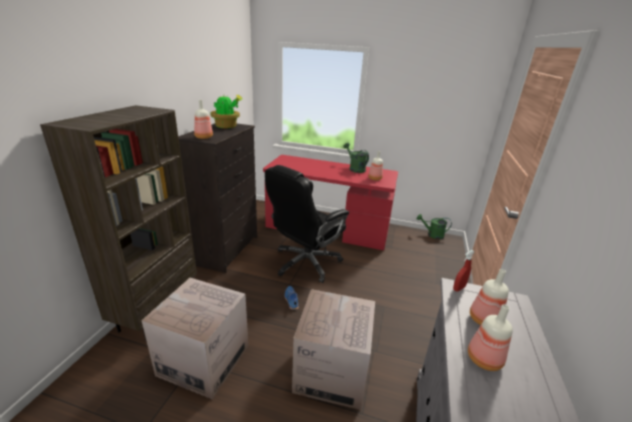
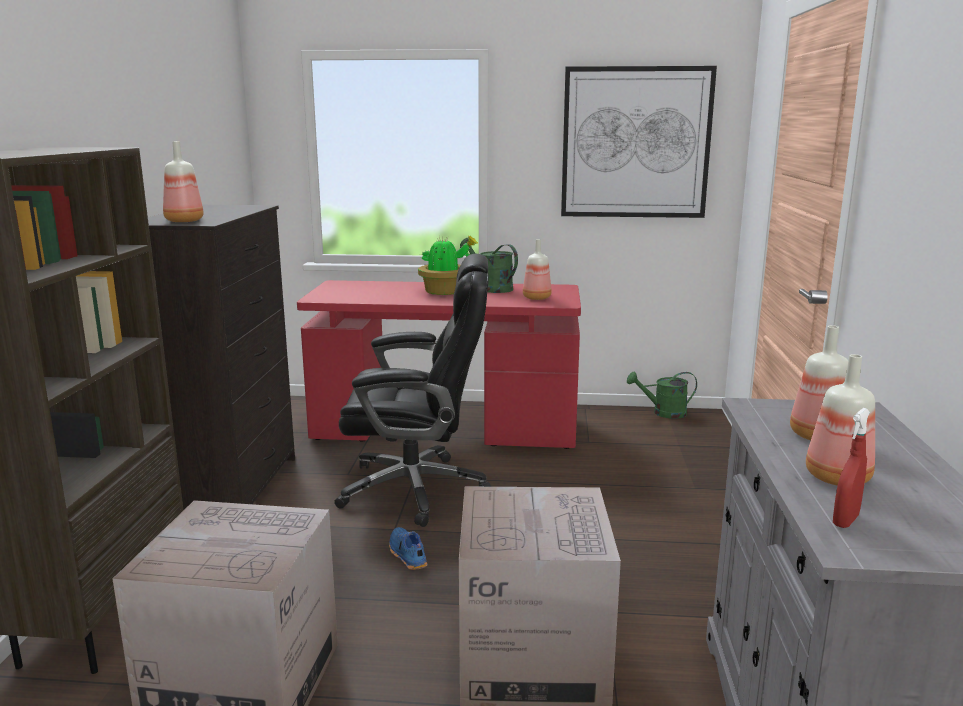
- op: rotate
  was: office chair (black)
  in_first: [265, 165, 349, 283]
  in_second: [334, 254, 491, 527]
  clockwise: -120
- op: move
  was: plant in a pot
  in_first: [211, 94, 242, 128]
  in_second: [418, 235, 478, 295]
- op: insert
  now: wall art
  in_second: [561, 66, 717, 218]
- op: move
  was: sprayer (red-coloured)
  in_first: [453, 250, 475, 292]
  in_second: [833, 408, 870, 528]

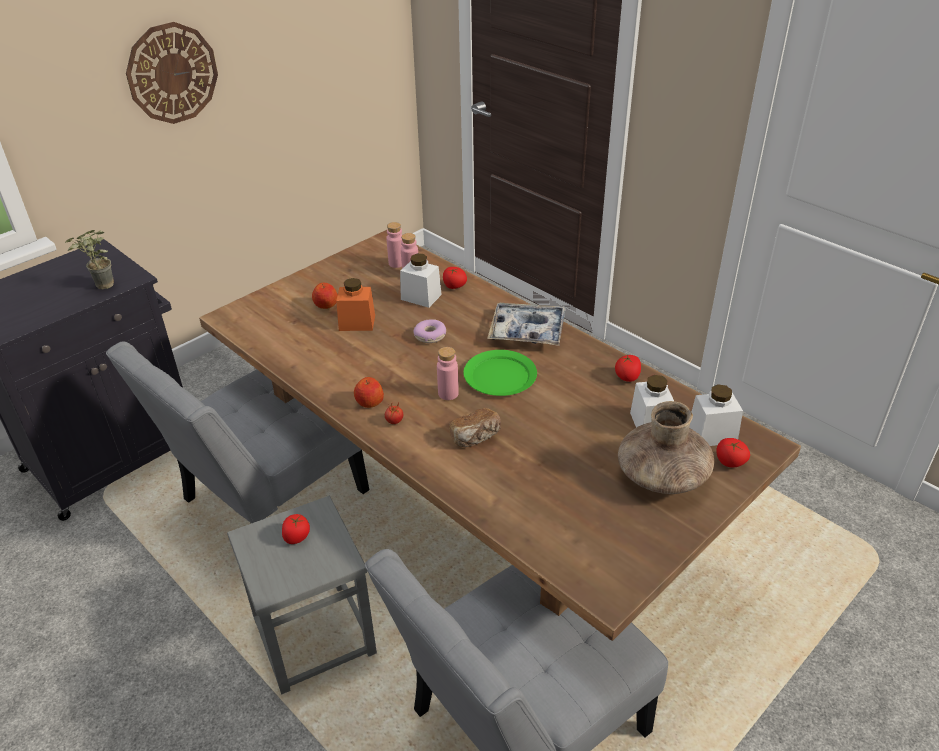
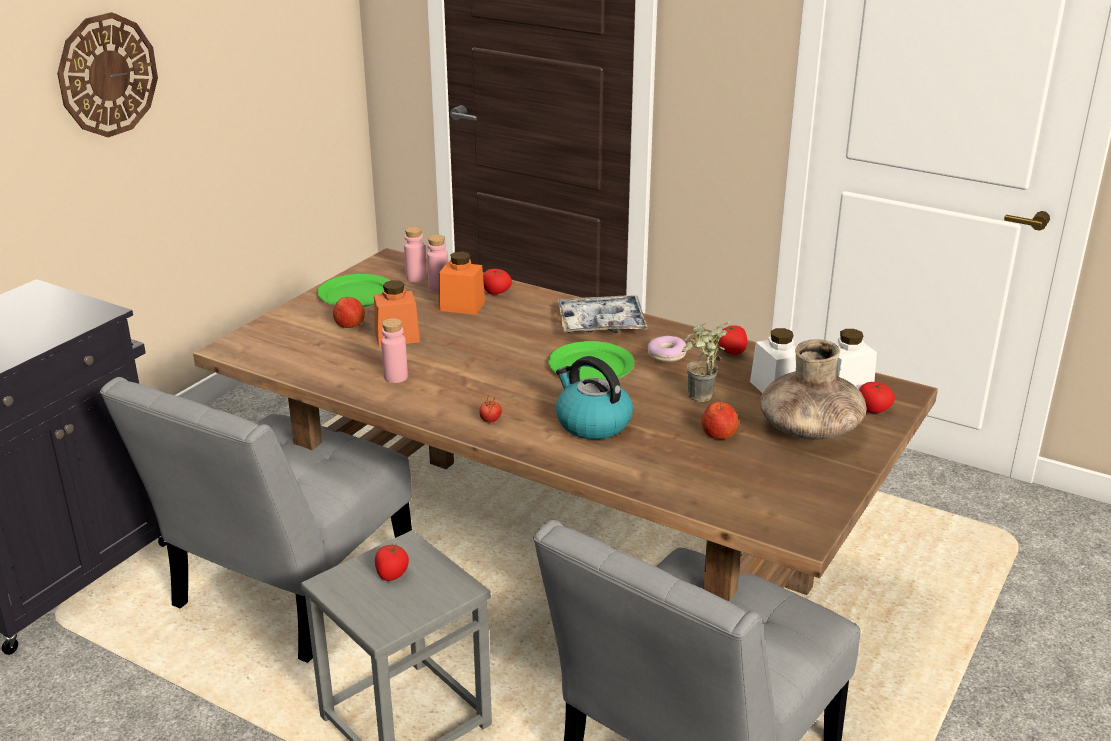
- op: insert
  now: flat dish (green)
  in_second: [317, 274, 390, 307]
- op: move
  was: drink bottle (pink-coloured)
  in_first: [437, 347, 459, 400]
  in_second: [381, 318, 408, 383]
- op: recolor
  was: jar (white-coloured)
  now: jar (orangey)
  in_first: [400, 254, 442, 308]
  in_second: [439, 252, 485, 315]
- op: replace
  was: bread
  now: tea kettle
  in_first: [449, 408, 501, 447]
  in_second: [556, 356, 633, 439]
- op: move
  was: donut
  in_first: [413, 319, 446, 343]
  in_second: [648, 336, 686, 362]
- op: move
  was: plant in a pot
  in_first: [65, 230, 114, 289]
  in_second: [682, 320, 730, 402]
- op: move
  was: apple fruit
  in_first: [354, 377, 384, 408]
  in_second: [701, 402, 739, 439]

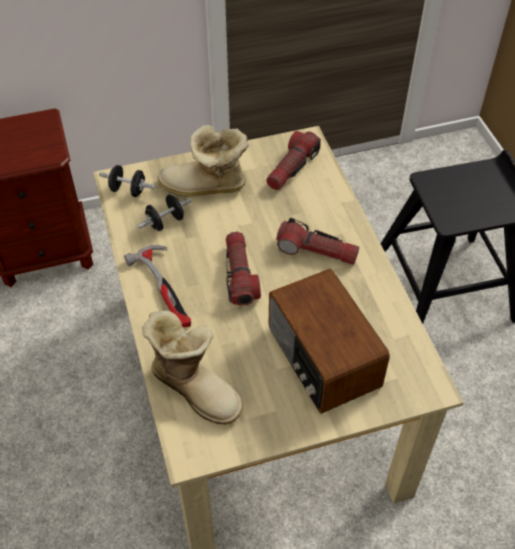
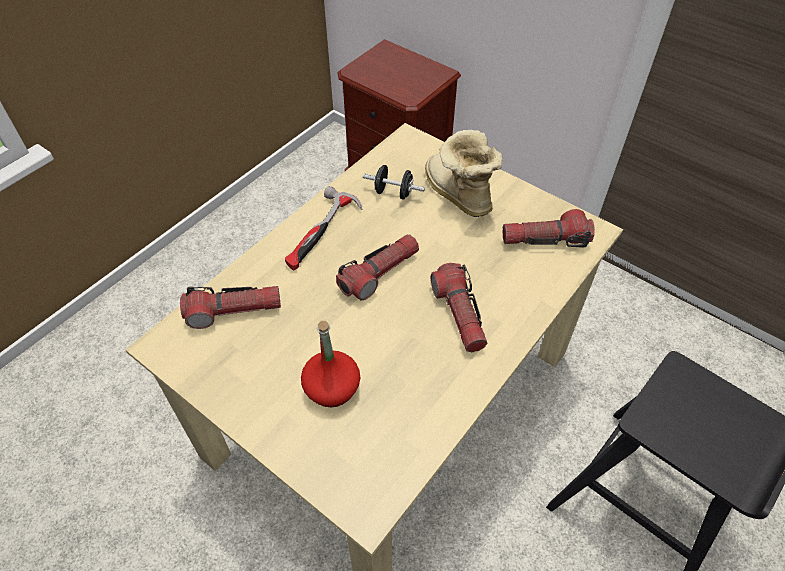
- op: replace
  was: boot
  now: hand torch
  in_first: [142, 311, 243, 424]
  in_second: [180, 286, 281, 329]
- op: replace
  was: radio set
  now: drink bottle (red-coloured)
  in_first: [269, 268, 390, 414]
  in_second: [301, 321, 360, 407]
- op: delete
  was: hand weight (black)
  in_first: [99, 165, 155, 197]

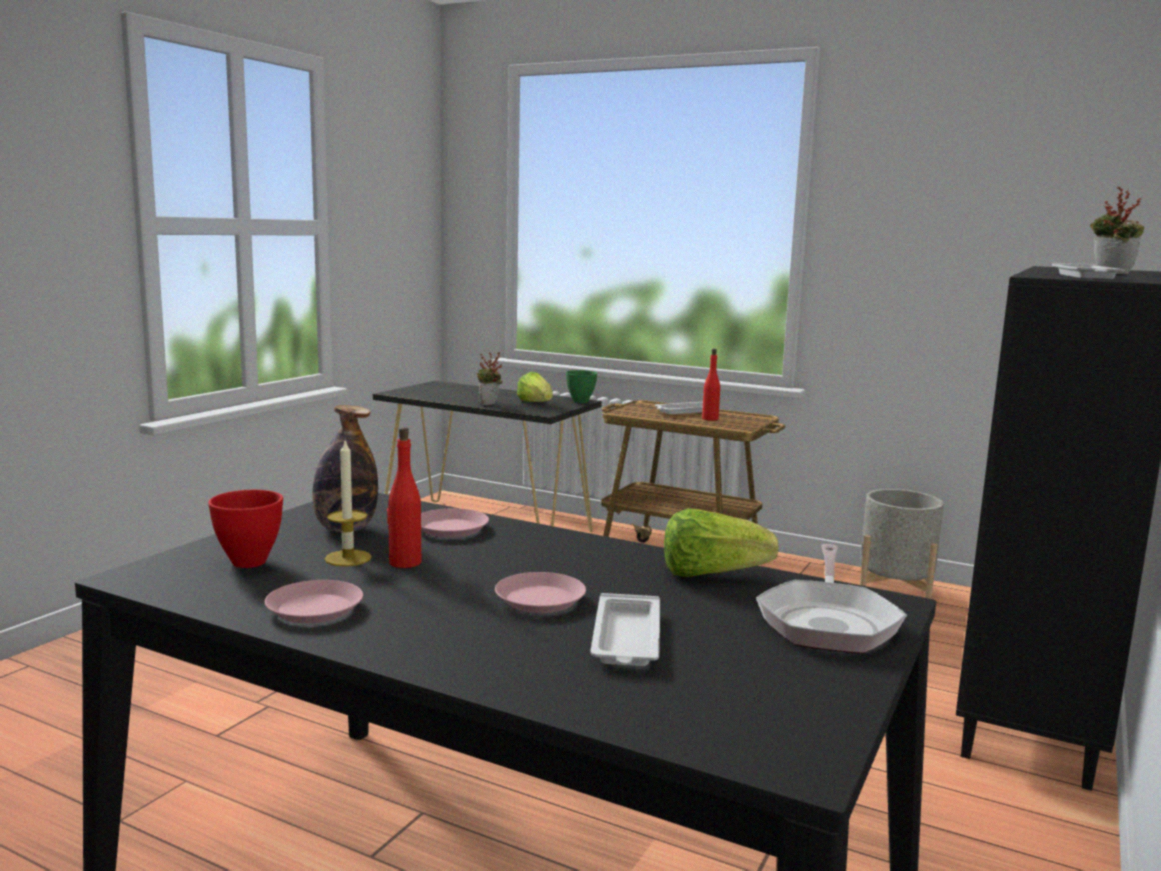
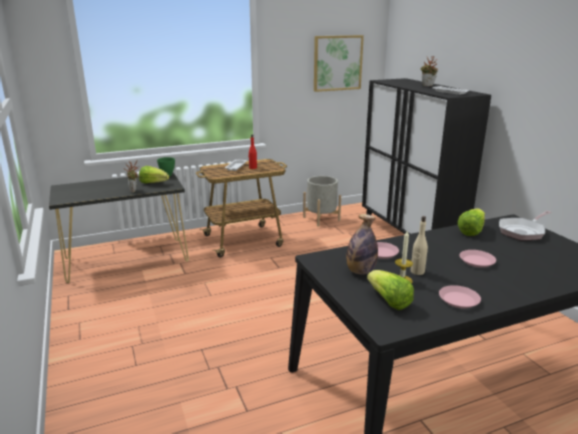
- op: insert
  now: wall art
  in_second: [314, 35, 364, 92]
- op: replace
  was: bowl (red-coloured)
  now: lettuce head
  in_first: [208, 490, 283, 568]
  in_second: [367, 270, 414, 310]
- op: recolor
  was: drink bottle (red-coloured)
  now: drink bottle (beige-coloured)
  in_first: [387, 427, 421, 568]
  in_second: [411, 216, 428, 275]
- op: rotate
  was: pan
  in_first: [756, 544, 907, 653]
  in_second: [499, 211, 552, 240]
  clockwise: 90
- op: delete
  was: tray (white-coloured)
  in_first: [590, 593, 660, 666]

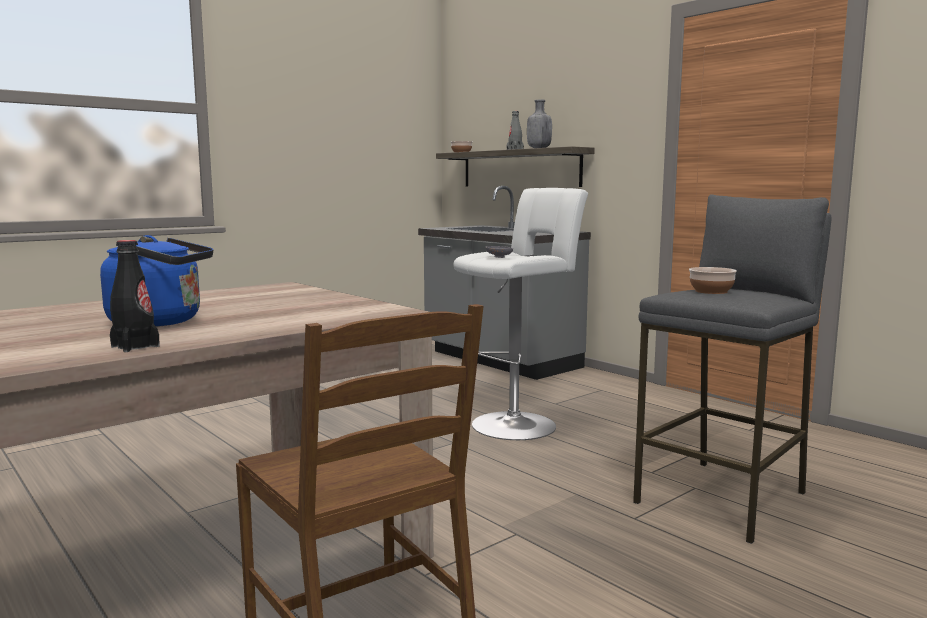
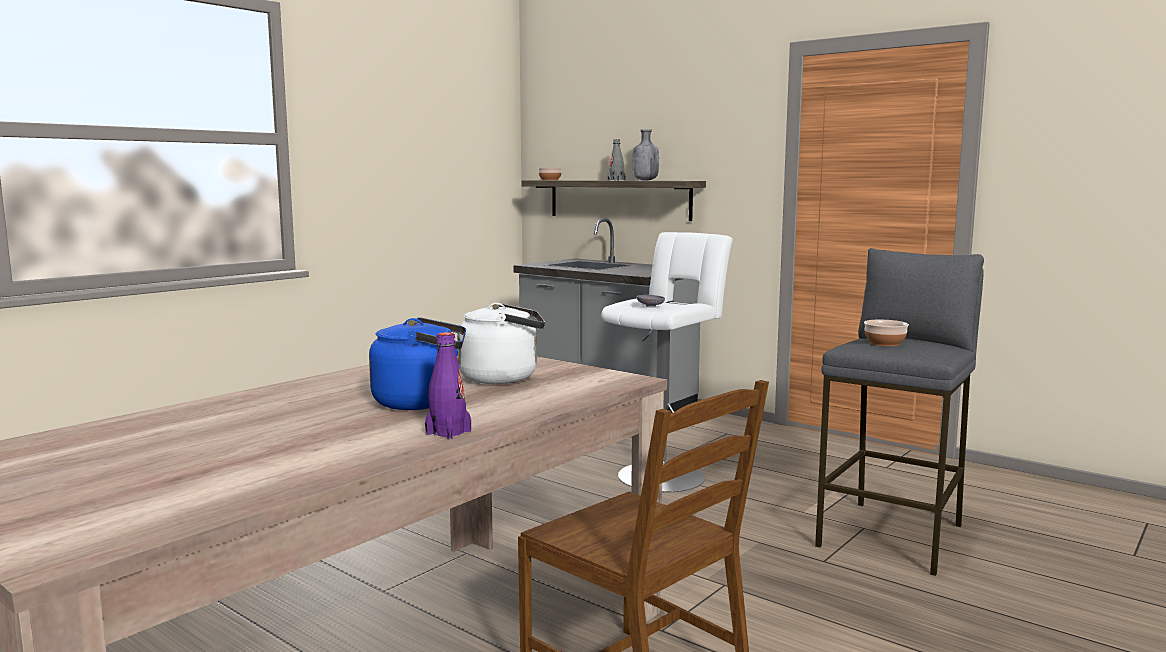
- op: recolor
  was: drink bottle (black)
  now: drink bottle (purple-coloured)
  in_first: [110, 240, 160, 352]
  in_second: [425, 332, 471, 440]
- op: insert
  now: tea kettle (white-coloured)
  in_second: [457, 303, 545, 384]

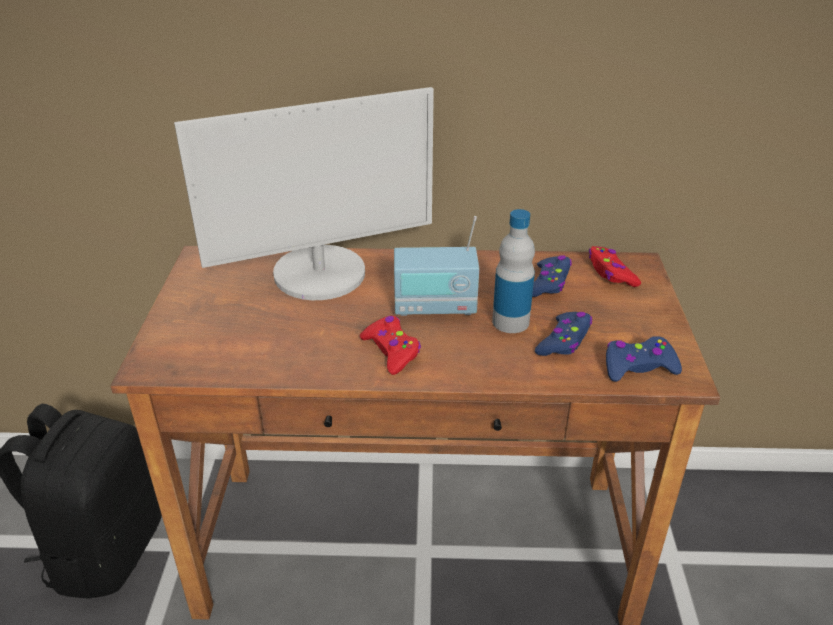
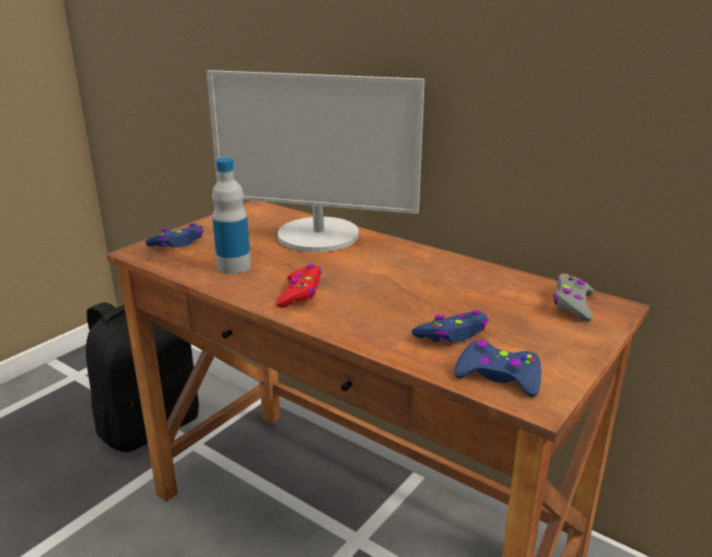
- op: move
  was: game controller (bluish)
  in_first: [532, 255, 572, 297]
  in_second: [145, 223, 203, 247]
- op: move
  was: drink bottle
  in_first: [492, 209, 535, 333]
  in_second: [212, 157, 251, 274]
- op: recolor
  was: game controller (red-coloured)
  now: game controller (gray)
  in_first: [589, 246, 641, 287]
  in_second: [553, 273, 594, 322]
- op: delete
  was: radio set
  in_first: [394, 216, 479, 316]

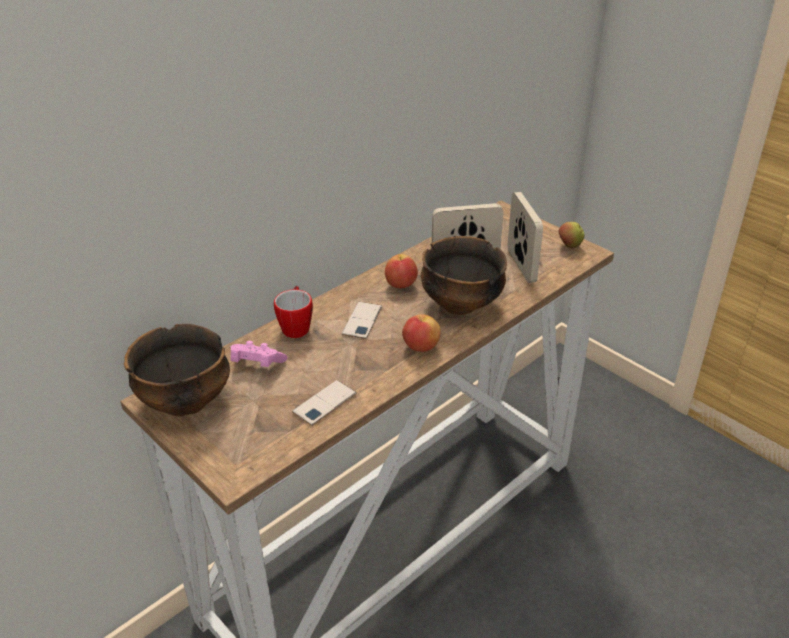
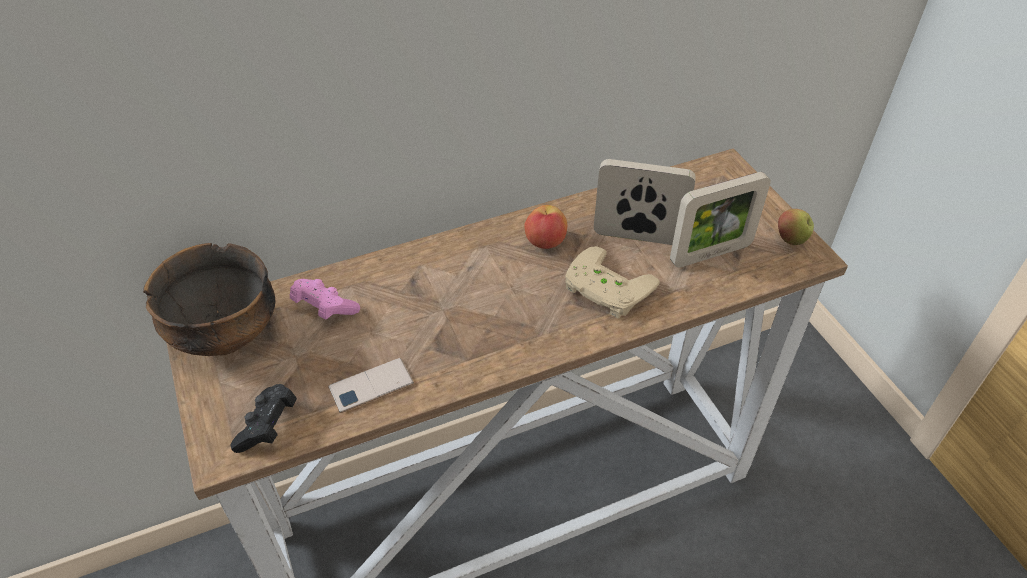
- op: insert
  now: game controller (black)
  in_second: [231, 384, 297, 453]
- op: replace
  was: bowl
  now: game controller (beige-coloured)
  in_first: [421, 236, 507, 315]
  in_second: [565, 246, 660, 319]
- op: rotate
  was: standing frame
  in_first: [508, 192, 543, 283]
  in_second: [670, 172, 771, 268]
  clockwise: 60
- op: delete
  was: mug
  in_first: [274, 286, 313, 338]
- op: delete
  was: handset
  in_first: [342, 302, 382, 339]
- op: delete
  was: apple fruit
  in_first: [402, 314, 441, 352]

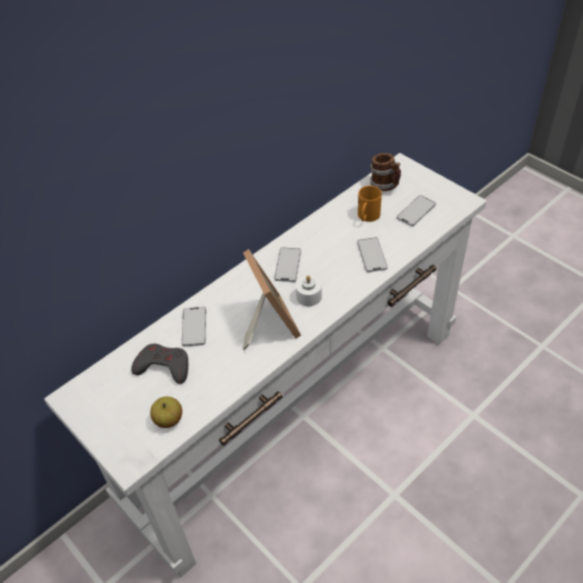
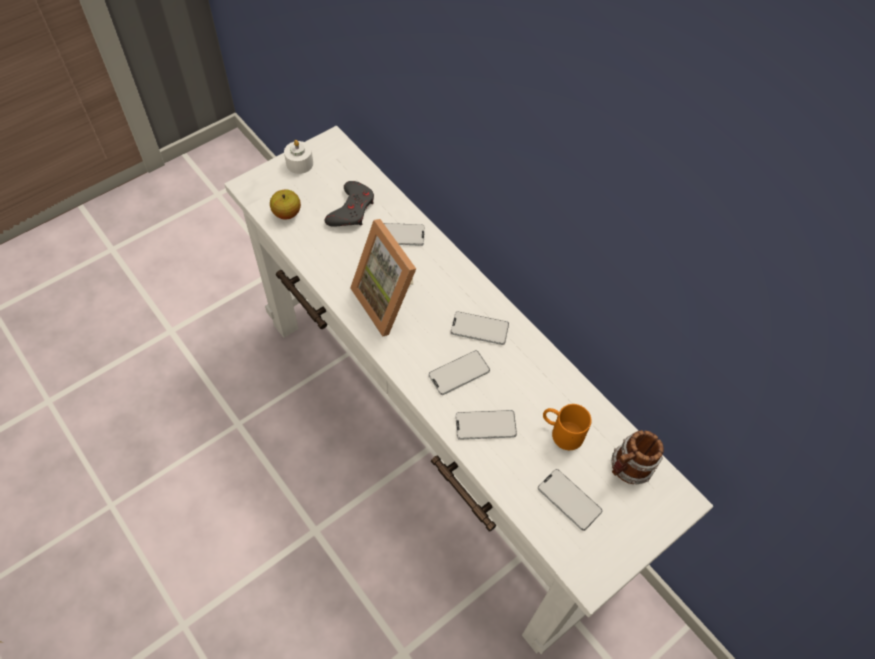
- op: move
  was: wax light (white-coloured)
  in_first: [296, 275, 322, 306]
  in_second: [284, 140, 313, 174]
- op: rotate
  was: standing frame
  in_first: [243, 249, 301, 350]
  in_second: [350, 219, 416, 337]
  clockwise: 75
- op: insert
  now: handset
  in_second: [429, 350, 490, 395]

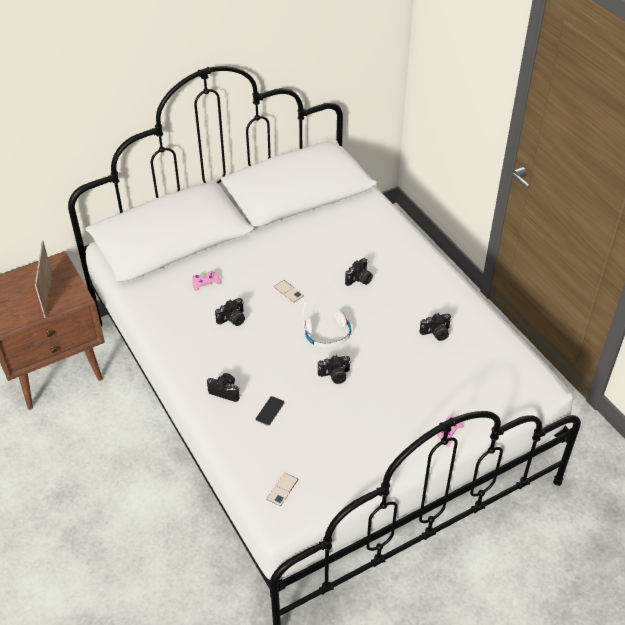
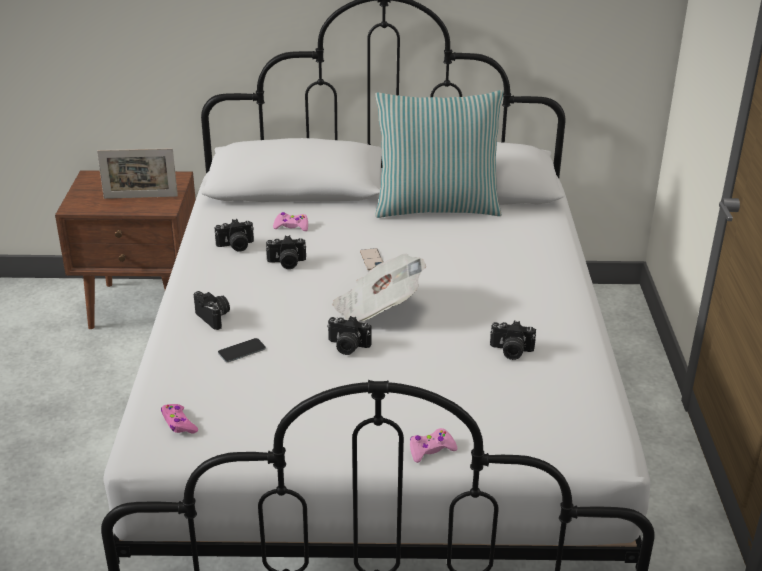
- op: rotate
  was: standing frame
  in_first: [35, 240, 52, 318]
  in_second: [97, 148, 178, 199]
  clockwise: -120
- op: replace
  was: handset
  now: game controller (pink-coloured)
  in_first: [266, 473, 298, 506]
  in_second: [161, 404, 198, 434]
- op: move
  was: still camera
  in_first: [345, 258, 373, 286]
  in_second: [214, 219, 254, 252]
- op: replace
  was: headset (white-coloured)
  now: printed paper
  in_first: [302, 301, 351, 347]
  in_second: [332, 254, 426, 321]
- op: insert
  now: pillow
  in_second: [375, 90, 503, 218]

